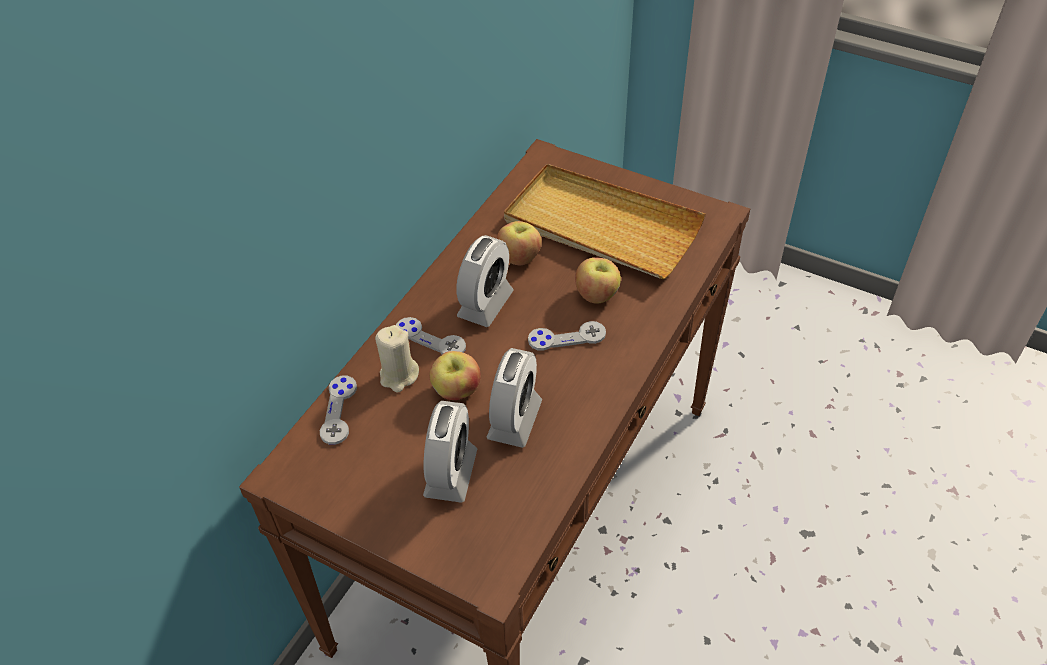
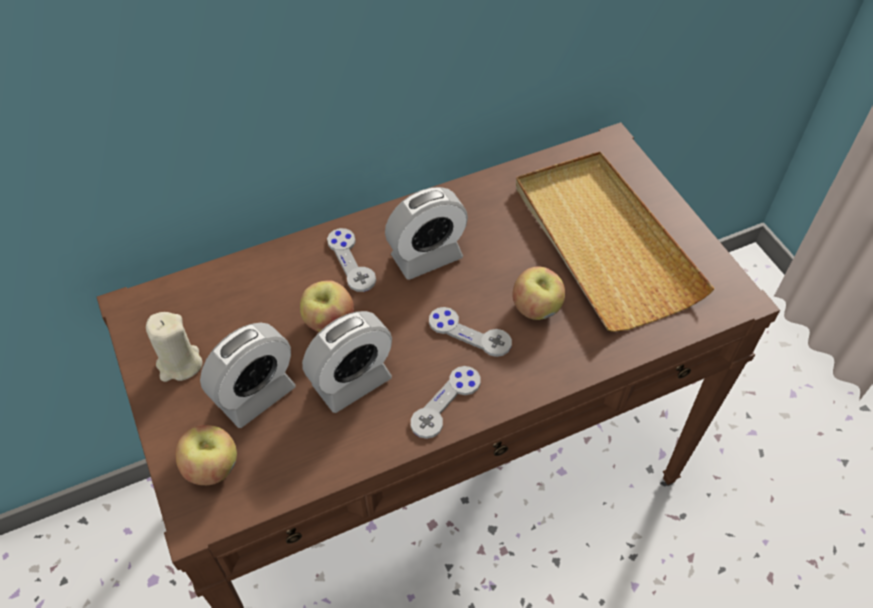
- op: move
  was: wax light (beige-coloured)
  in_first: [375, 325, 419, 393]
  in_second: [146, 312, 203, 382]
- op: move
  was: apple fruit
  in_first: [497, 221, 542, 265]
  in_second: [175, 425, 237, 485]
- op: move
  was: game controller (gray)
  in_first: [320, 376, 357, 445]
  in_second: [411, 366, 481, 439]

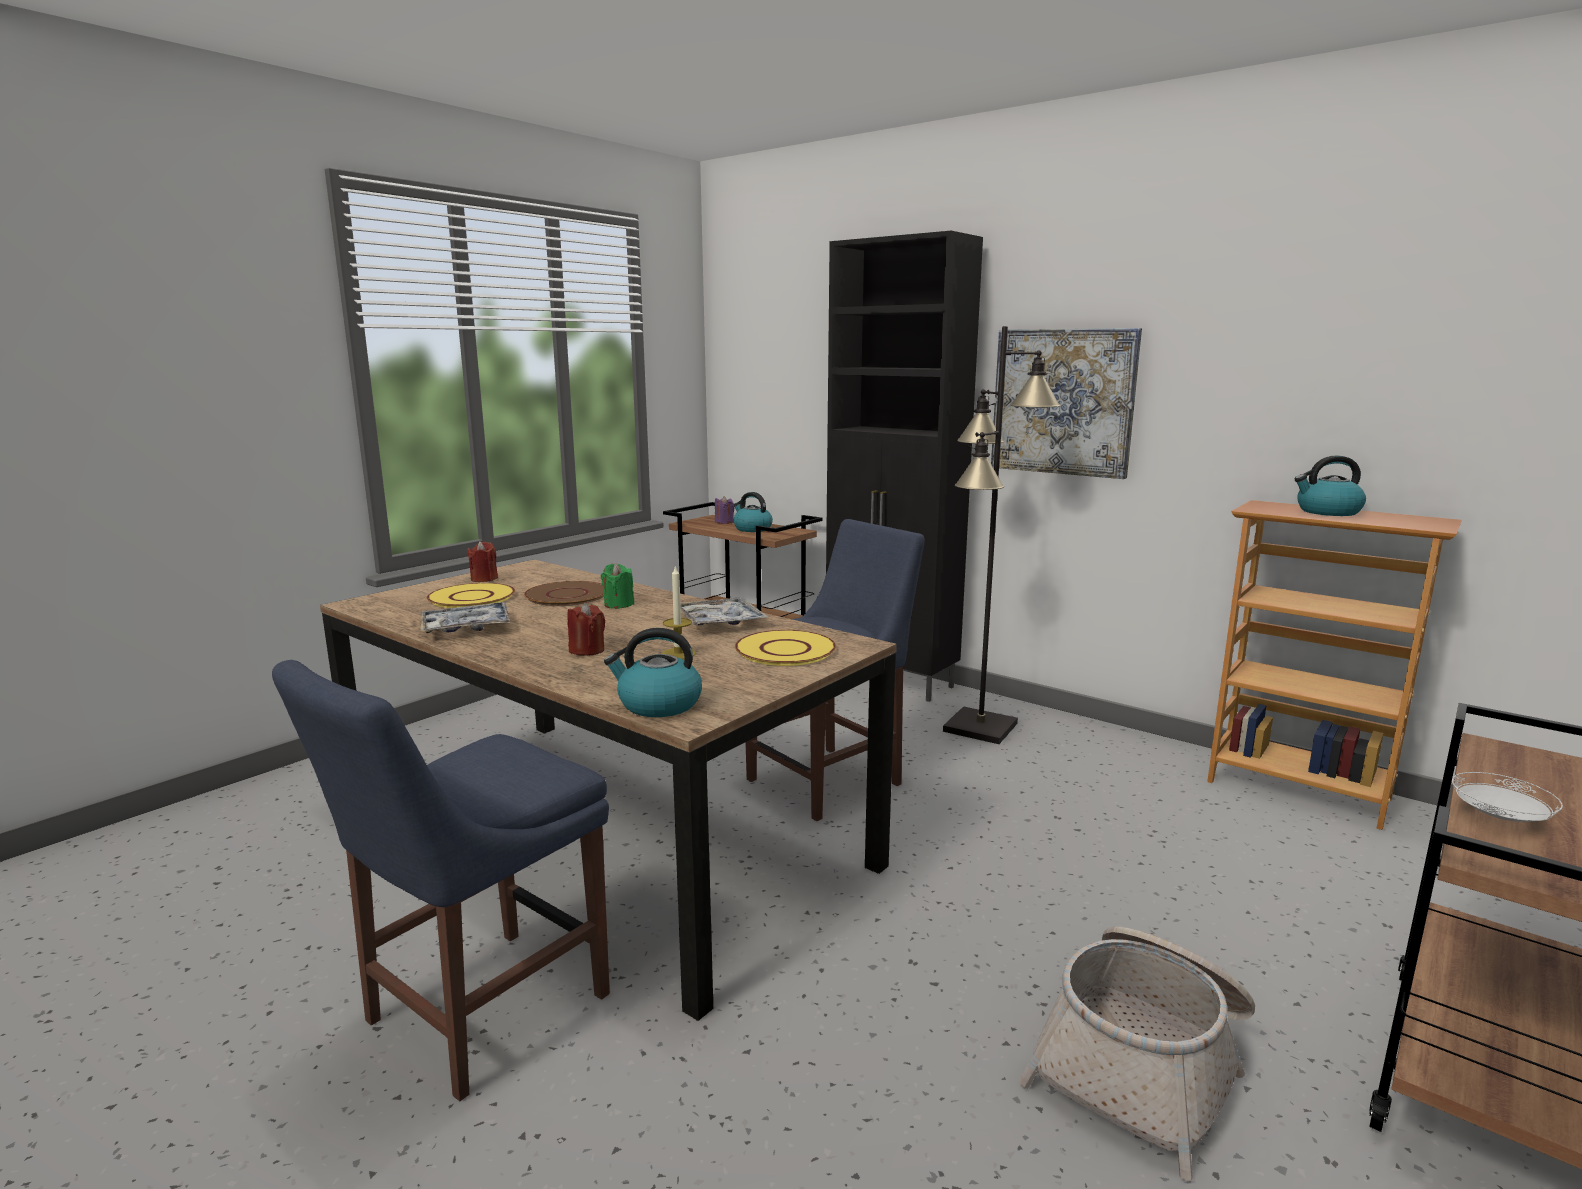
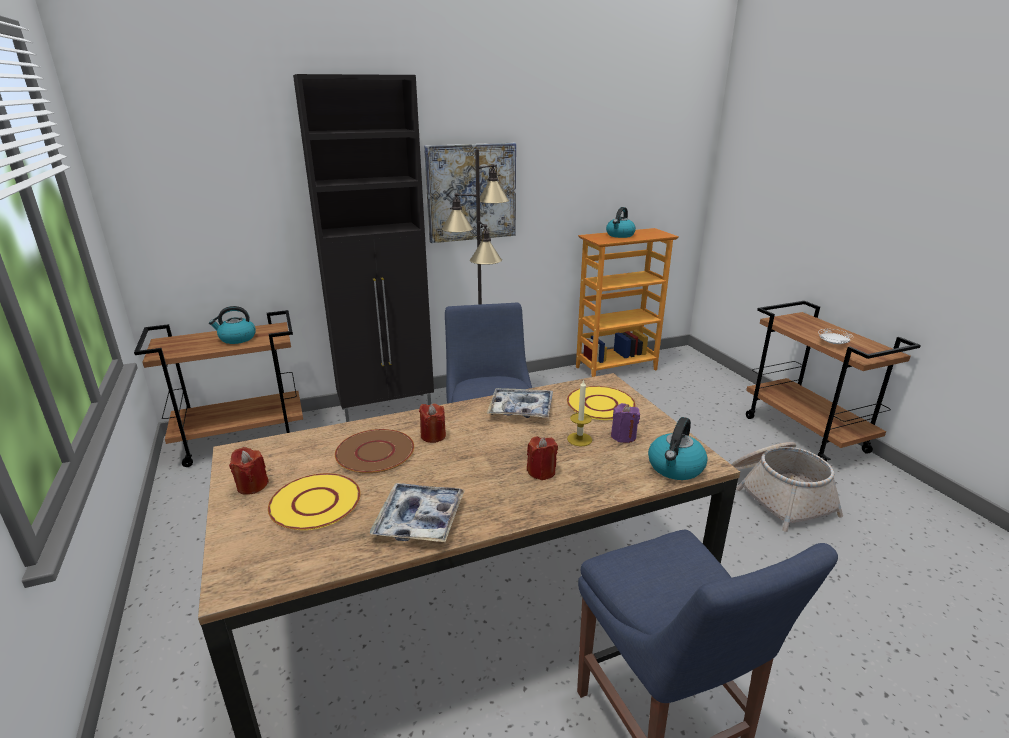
- op: recolor
  was: wax light (green)
  now: wax light (red-coloured)
  in_first: [601, 563, 634, 609]
  in_second: [419, 403, 446, 443]
- op: move
  was: wax light (purple-coloured)
  in_first: [715, 496, 735, 524]
  in_second: [611, 403, 640, 443]

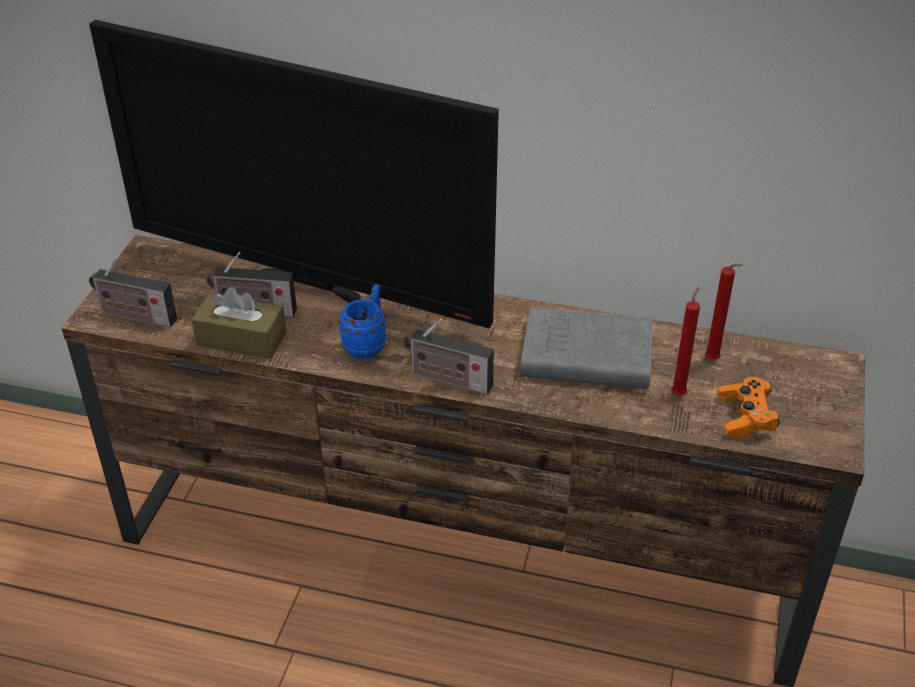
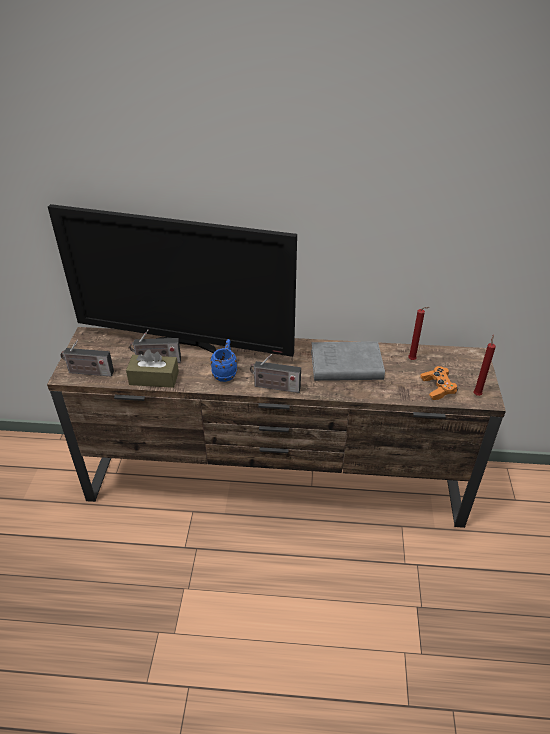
- op: move
  was: wax light (red-coloured)
  in_first: [671, 286, 700, 396]
  in_second: [473, 335, 496, 396]

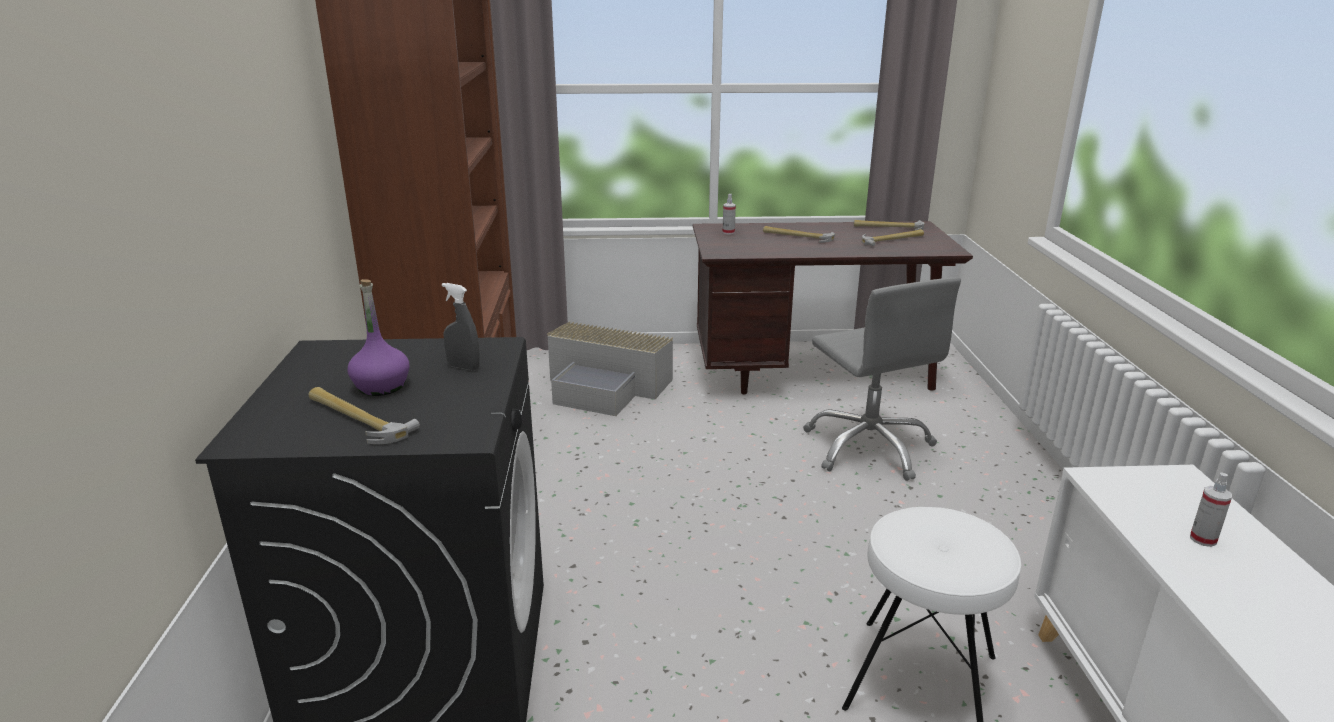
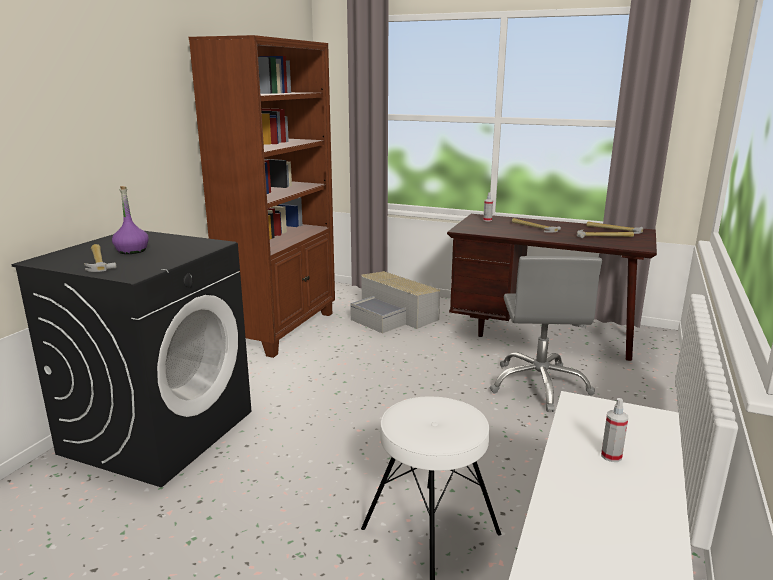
- op: delete
  was: sprayer (gray)
  in_first: [442, 283, 479, 370]

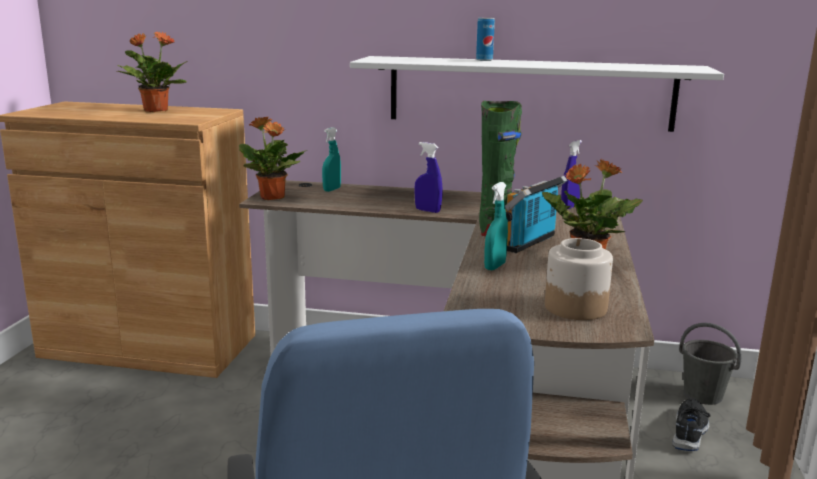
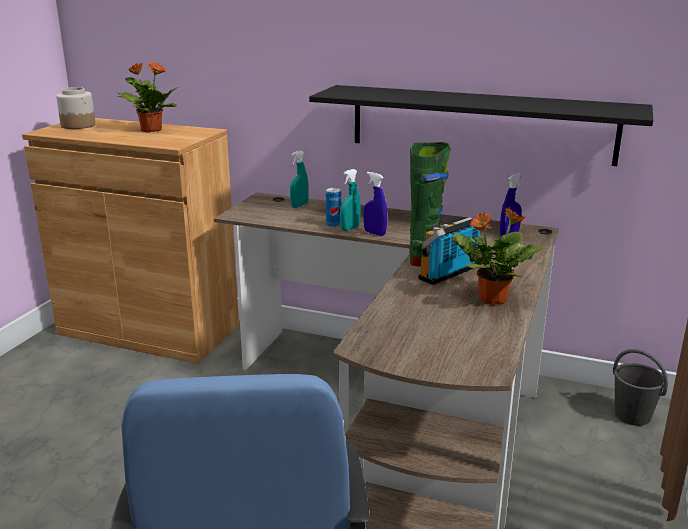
- op: move
  was: jar
  in_first: [545, 238, 613, 320]
  in_second: [56, 87, 96, 129]
- op: recolor
  was: shelf (white-coloured)
  now: shelf (black)
  in_first: [350, 56, 724, 132]
  in_second: [309, 85, 653, 166]
- op: move
  was: can
  in_first: [476, 18, 495, 61]
  in_second: [326, 188, 341, 227]
- op: move
  was: sprayer (turquoise-coloured)
  in_first: [484, 182, 508, 270]
  in_second: [340, 169, 361, 231]
- op: delete
  was: plant in a pot
  in_first: [239, 117, 307, 200]
- op: delete
  was: low shoe (black)
  in_first: [672, 399, 710, 451]

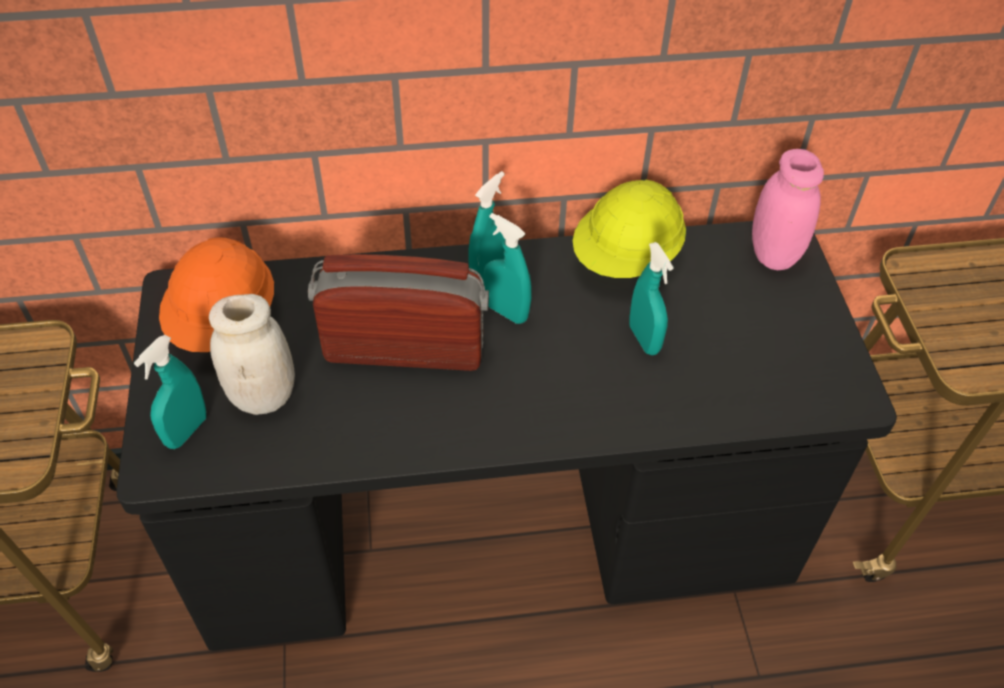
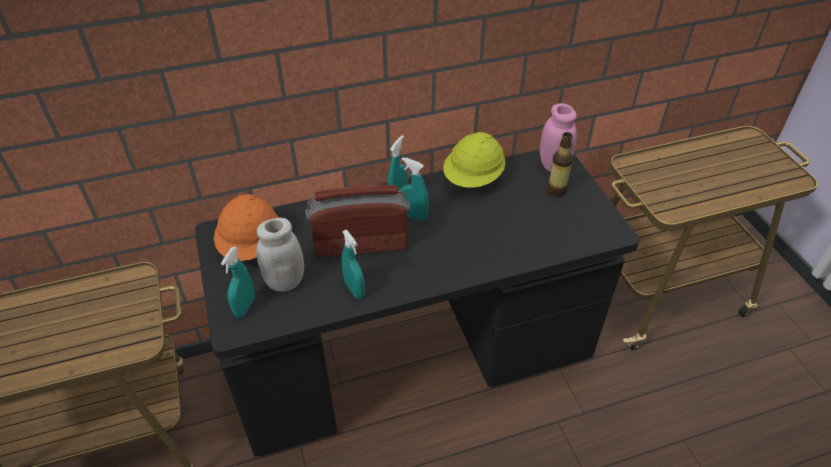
- op: move
  was: sprayer (turquoise-coloured)
  in_first: [629, 242, 674, 355]
  in_second: [342, 230, 365, 299]
- op: insert
  now: drink bottle
  in_second: [547, 132, 573, 197]

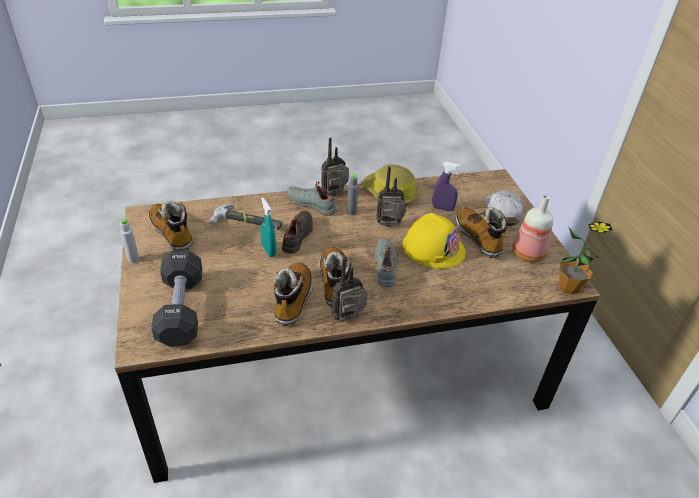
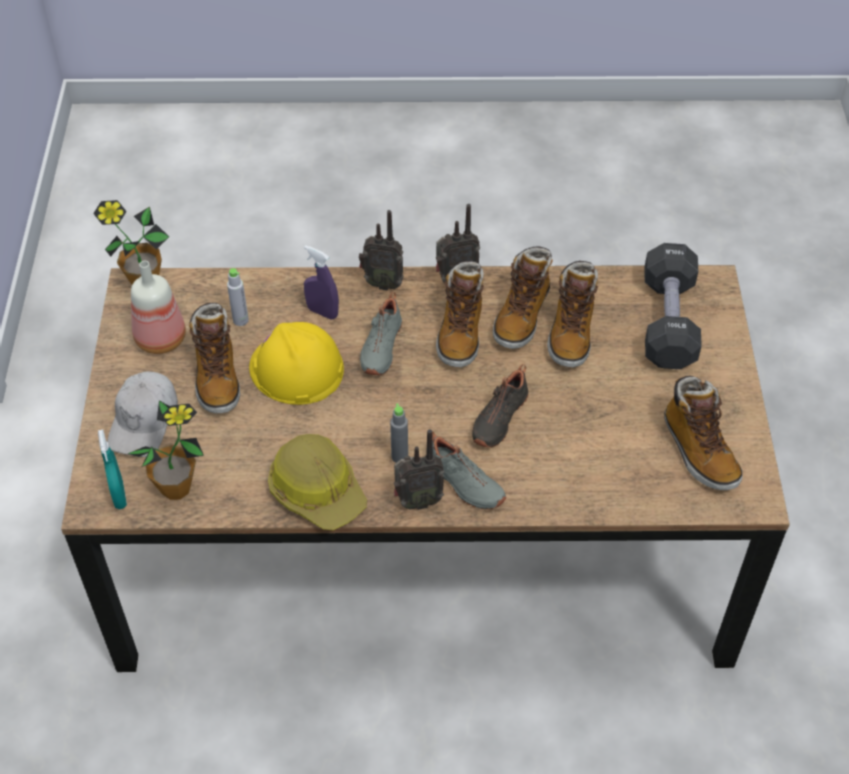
- op: move
  was: sprayer (turquoise-coloured)
  in_first: [260, 197, 276, 257]
  in_second: [98, 430, 127, 509]
- op: insert
  now: plant in a pot
  in_second: [128, 401, 204, 500]
- op: move
  was: drink bottle (gray)
  in_first: [119, 218, 139, 263]
  in_second: [227, 268, 249, 326]
- op: move
  was: sprayer (purple-coloured)
  in_first: [432, 162, 460, 211]
  in_second: [304, 245, 339, 320]
- op: move
  was: radio set
  in_first: [376, 166, 407, 227]
  in_second: [359, 210, 404, 291]
- op: insert
  now: boot
  in_second: [547, 261, 598, 368]
- op: delete
  was: hand hammer
  in_first: [209, 204, 282, 230]

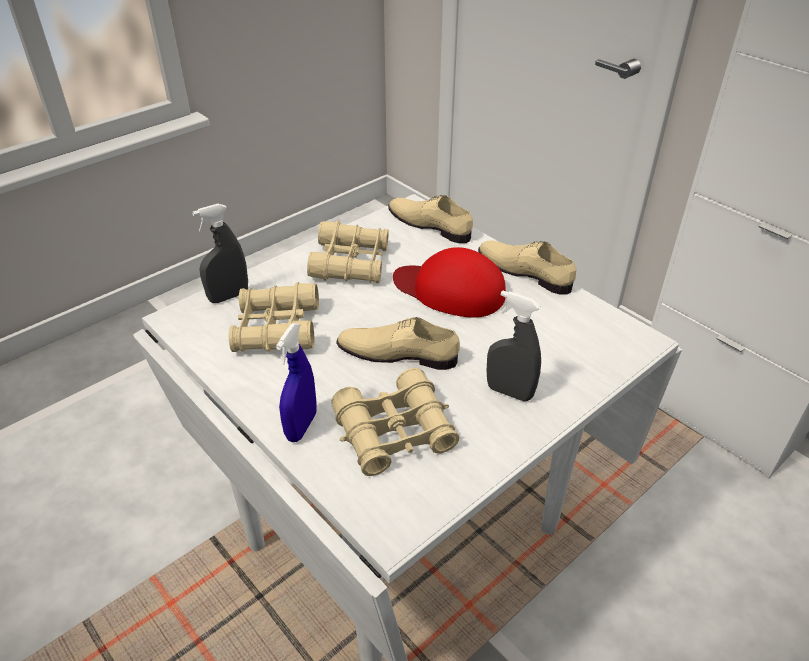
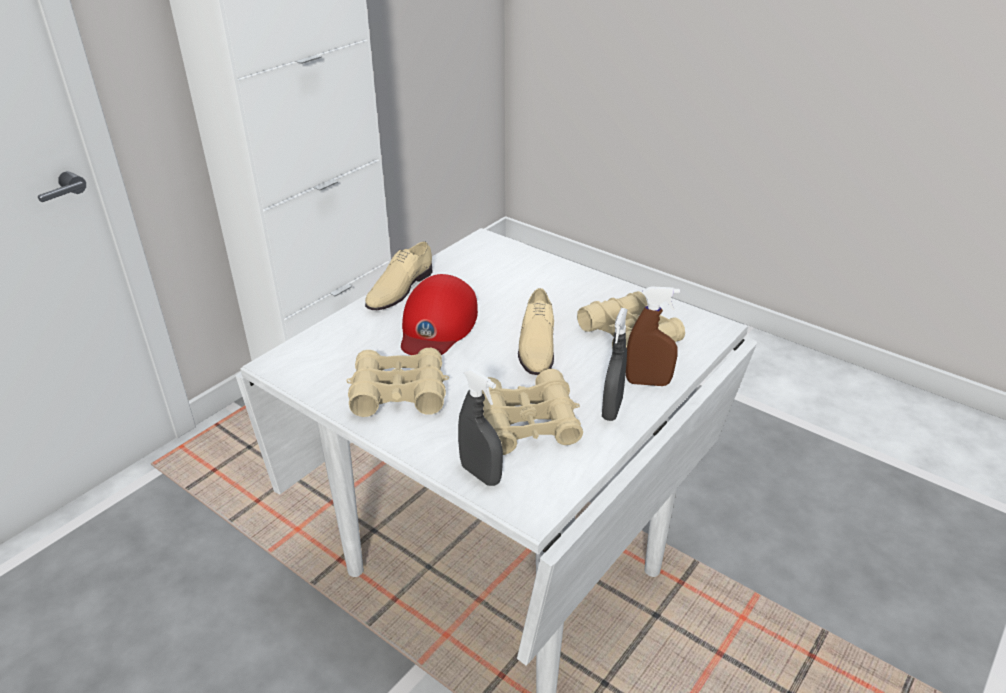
- op: move
  was: sprayer (gray)
  in_first: [486, 290, 541, 401]
  in_second: [602, 308, 628, 421]
- op: recolor
  was: sprayer (bluish)
  now: sprayer (brown)
  in_first: [276, 323, 317, 442]
  in_second: [626, 286, 680, 386]
- op: delete
  was: low shoe (beige-coloured)
  in_first: [388, 195, 473, 243]

